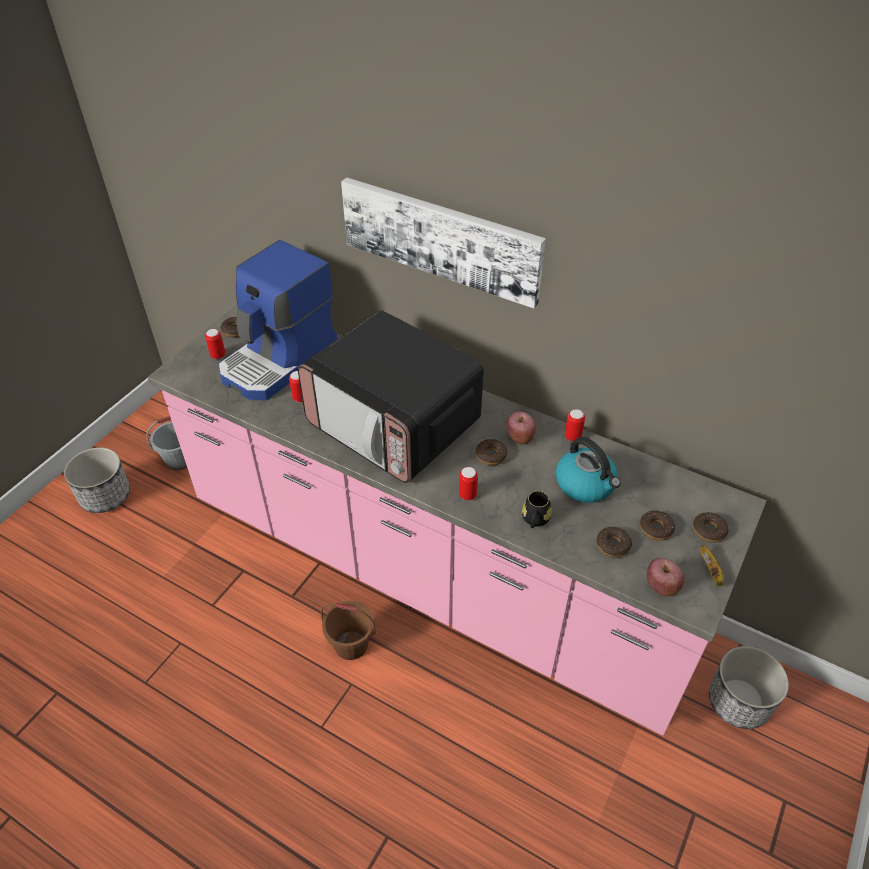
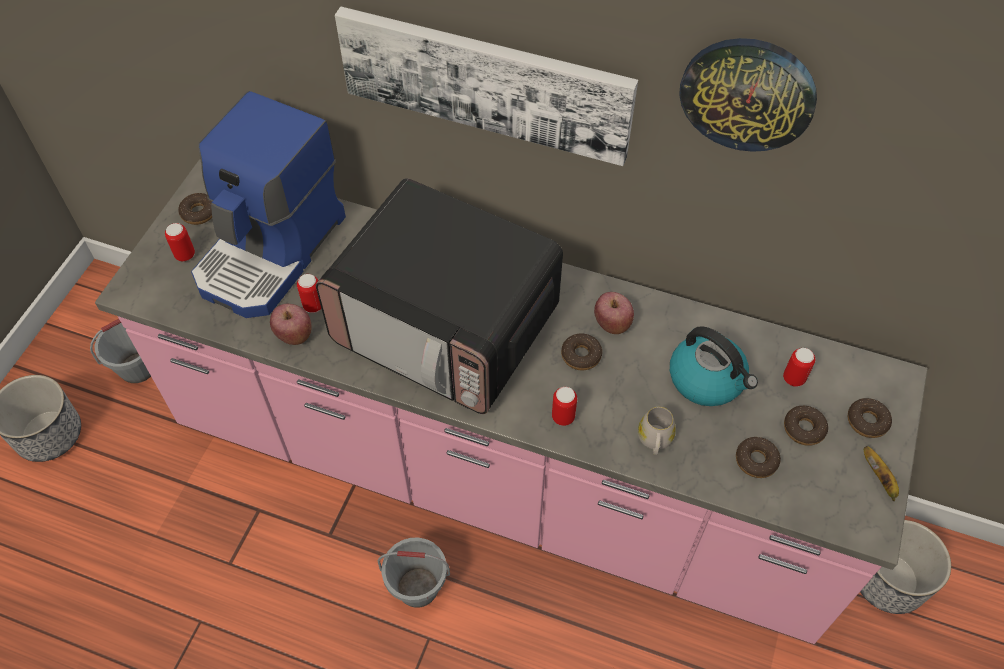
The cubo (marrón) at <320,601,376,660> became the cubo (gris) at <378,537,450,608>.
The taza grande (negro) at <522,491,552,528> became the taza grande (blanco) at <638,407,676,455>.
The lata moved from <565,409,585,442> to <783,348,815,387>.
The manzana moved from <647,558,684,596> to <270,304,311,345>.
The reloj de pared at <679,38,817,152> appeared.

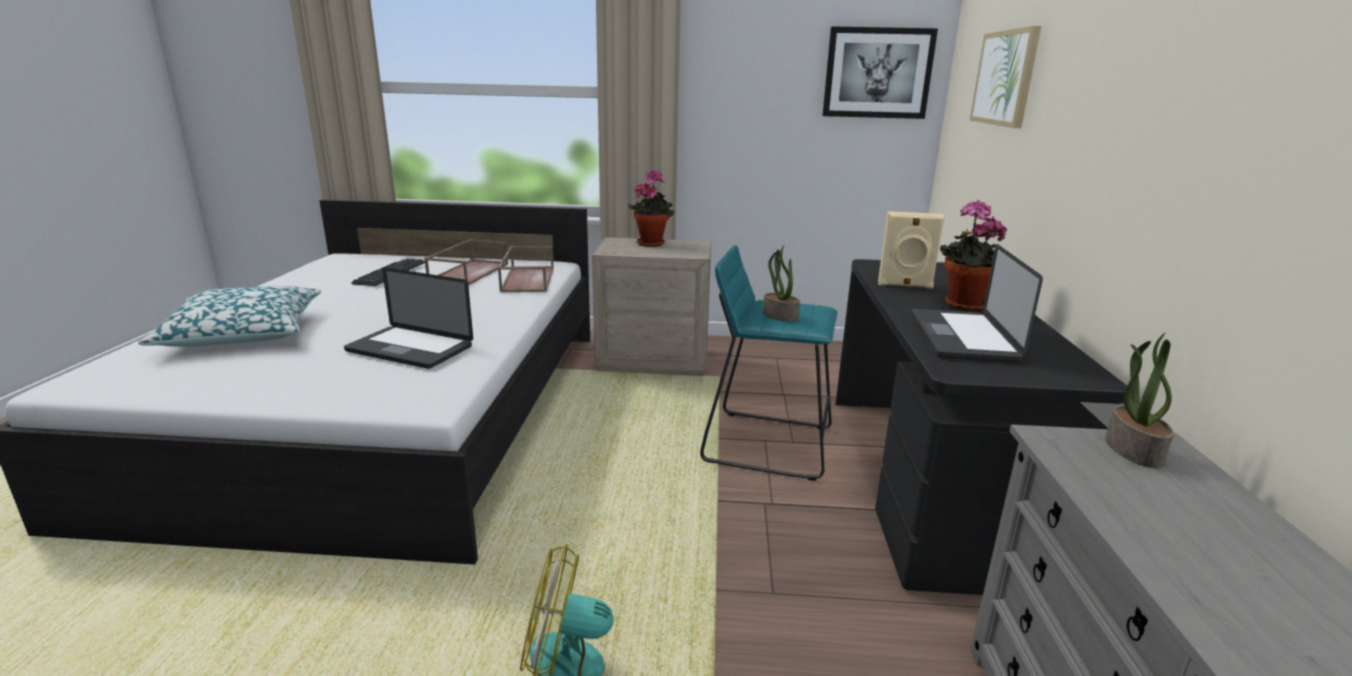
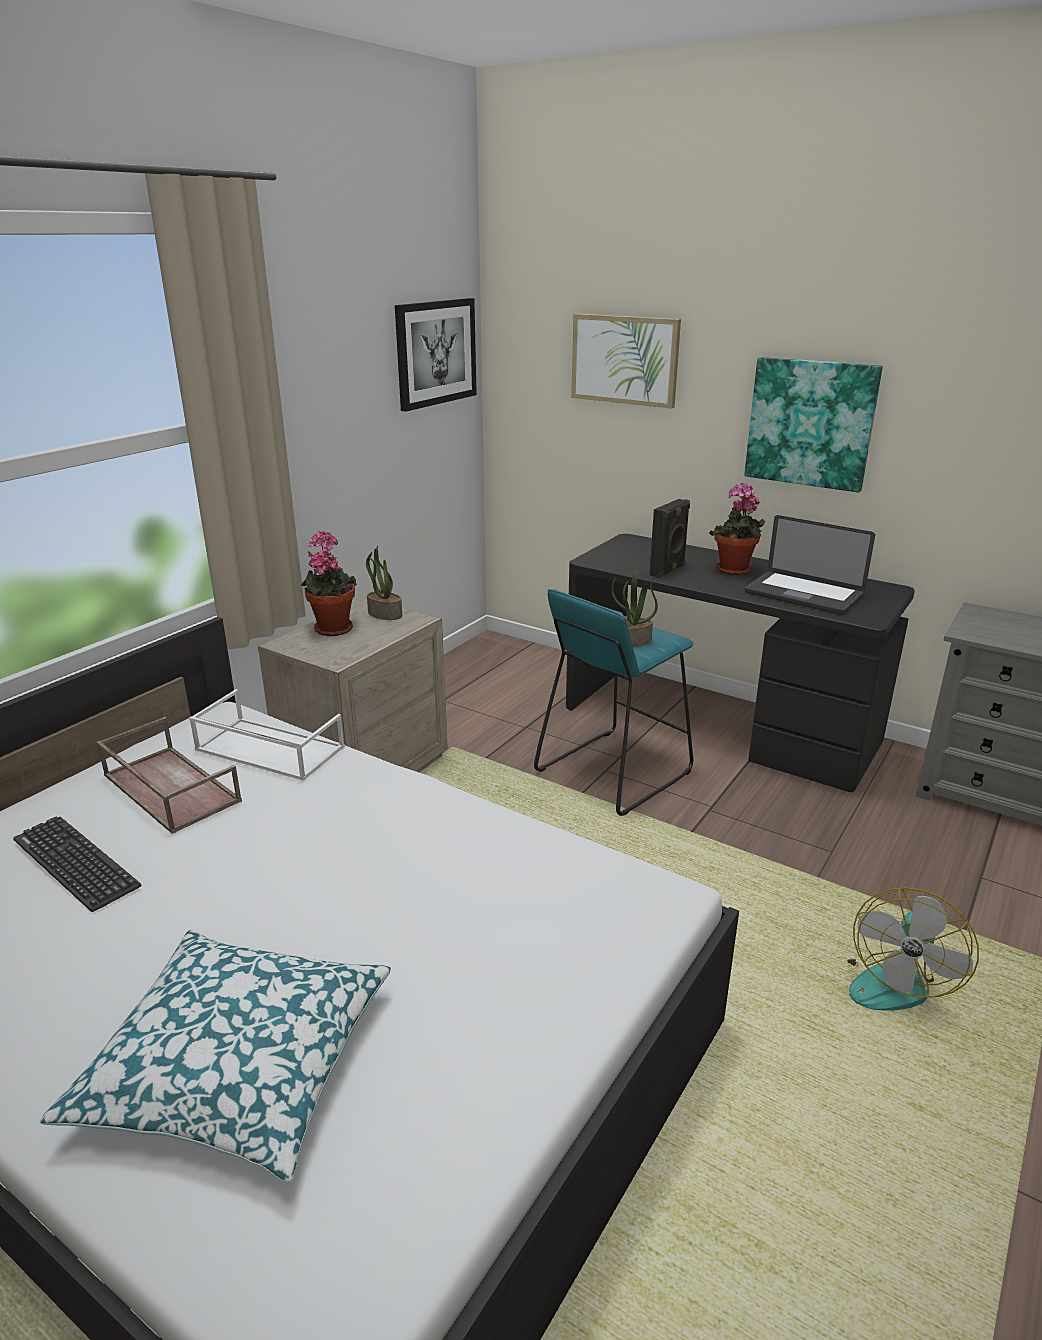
The portátil at <344,267,473,369> disappeared.
The bandeja (marrón) at <498,246,554,292> became the bandeja (blanco) at <189,689,345,781>.
The altavoz (beis) at <878,211,945,289> became the altavoz (negro) at <649,499,690,579>.
The planta en maceta moved from <1105,333,1174,468> to <366,546,402,620>.
The cuadro at <744,357,883,493> appeared.

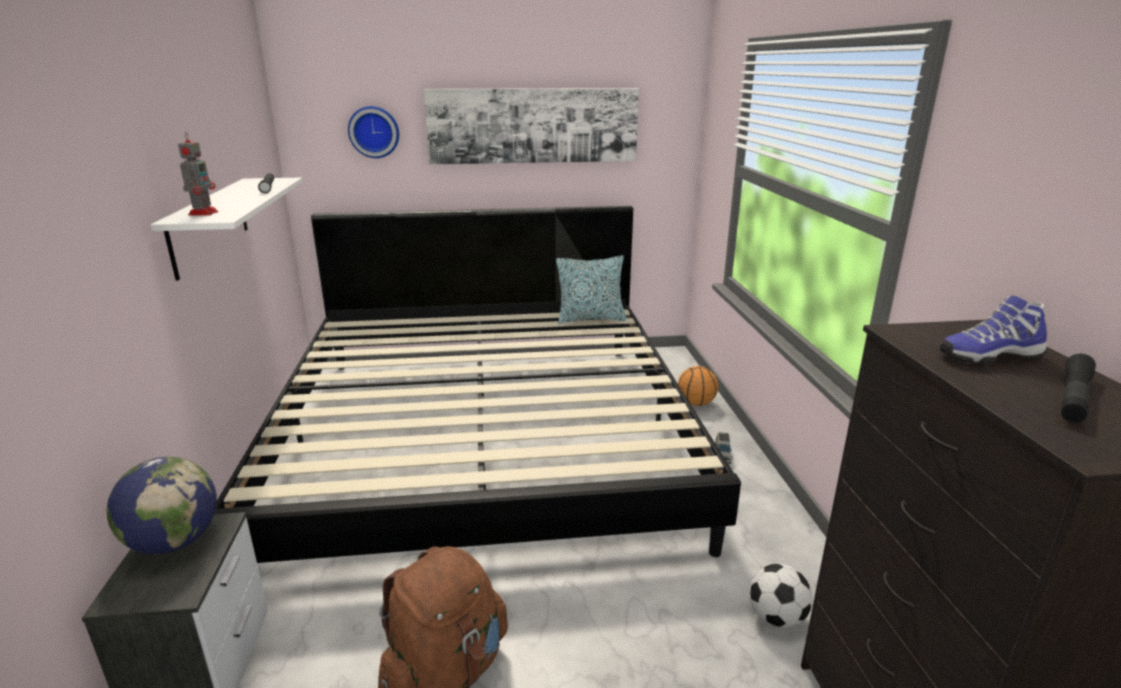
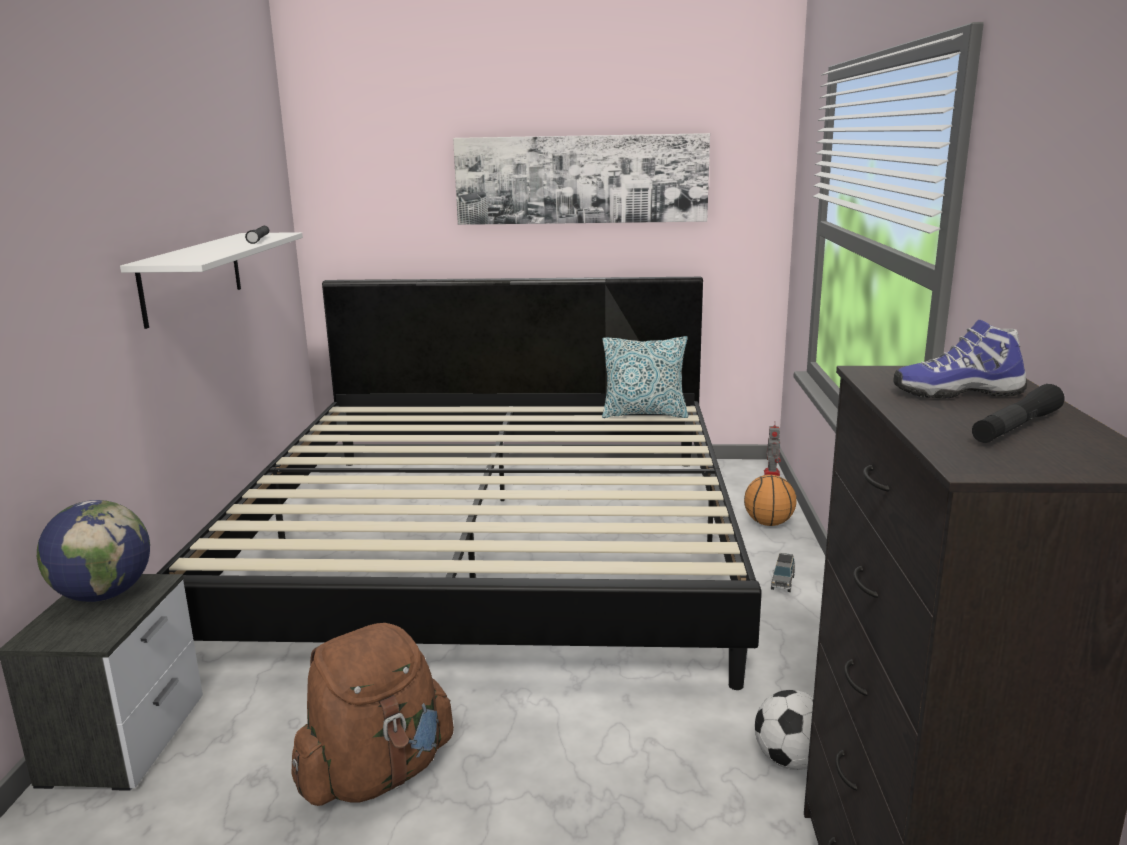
The robot de juguete moved from <178,132,218,216> to <764,425,781,476>.
The reloj de pared at <348,106,399,158> disappeared.

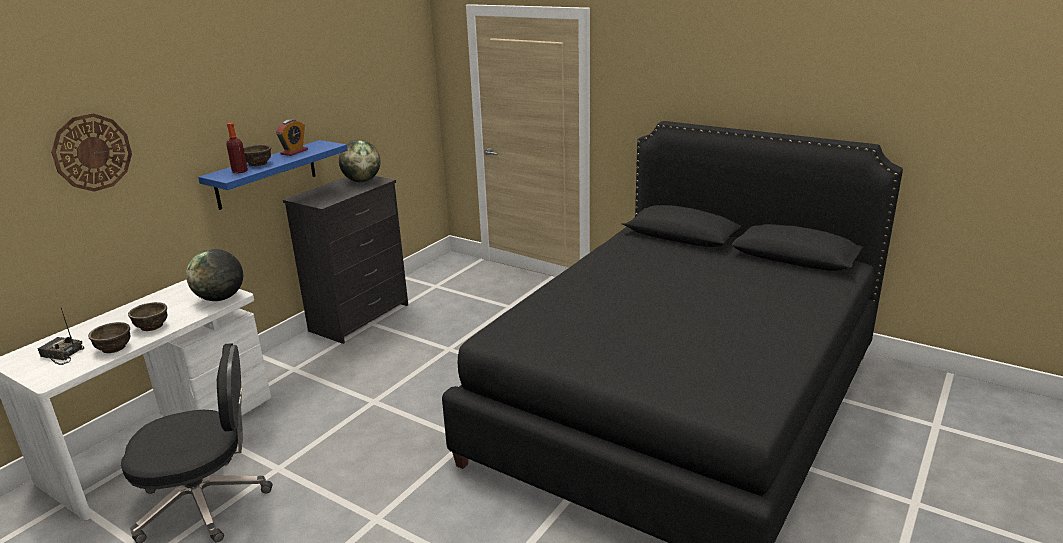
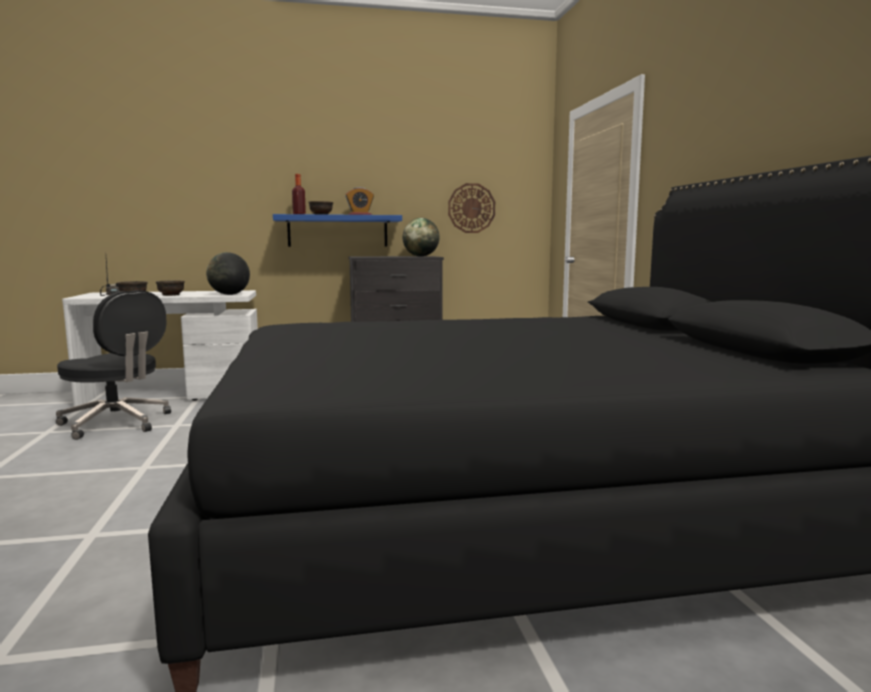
The reloj de pared moved from <51,113,132,192> to <448,183,495,233>.

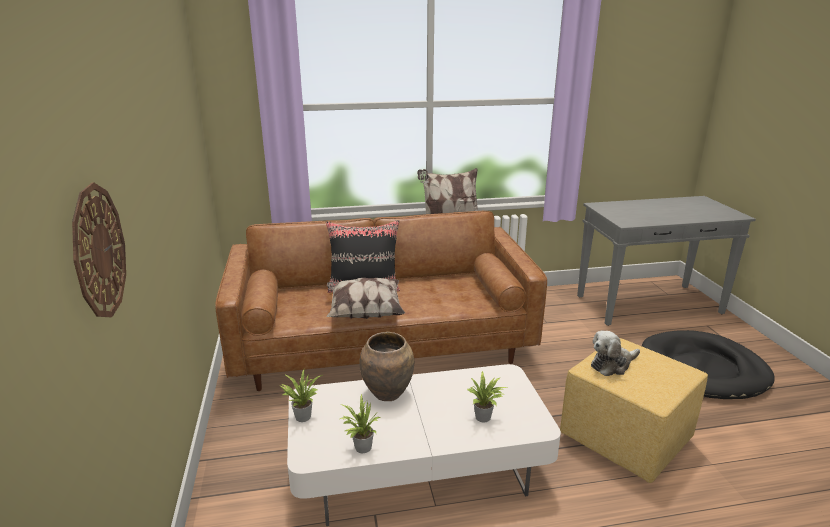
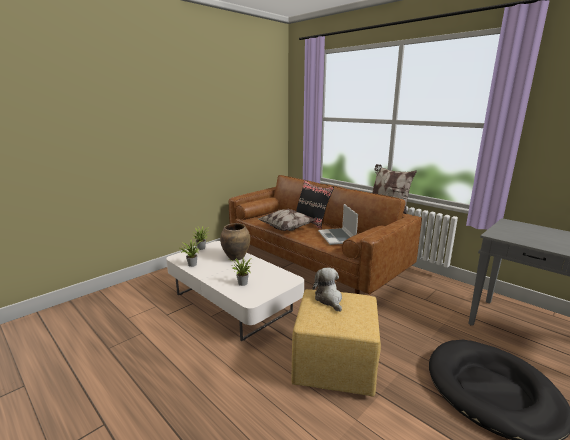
The reloj de pared at <72,182,126,317> disappeared.
The peluche at <591,331,640,376> turned 45 degrees clockwise.
The portátil at <318,204,358,245> appeared.

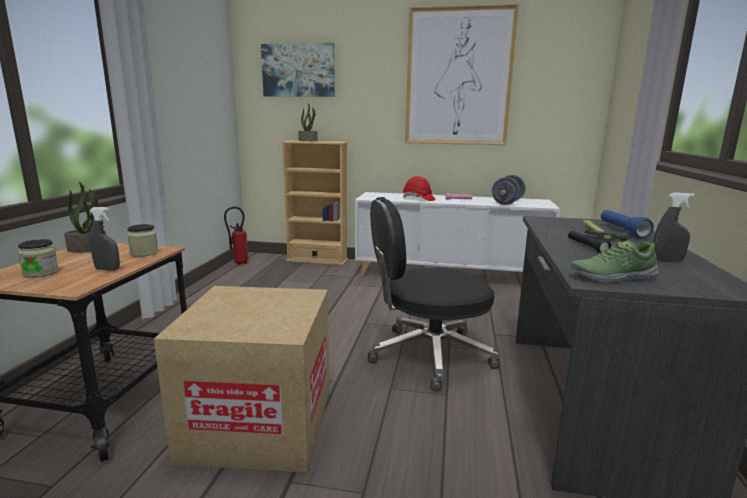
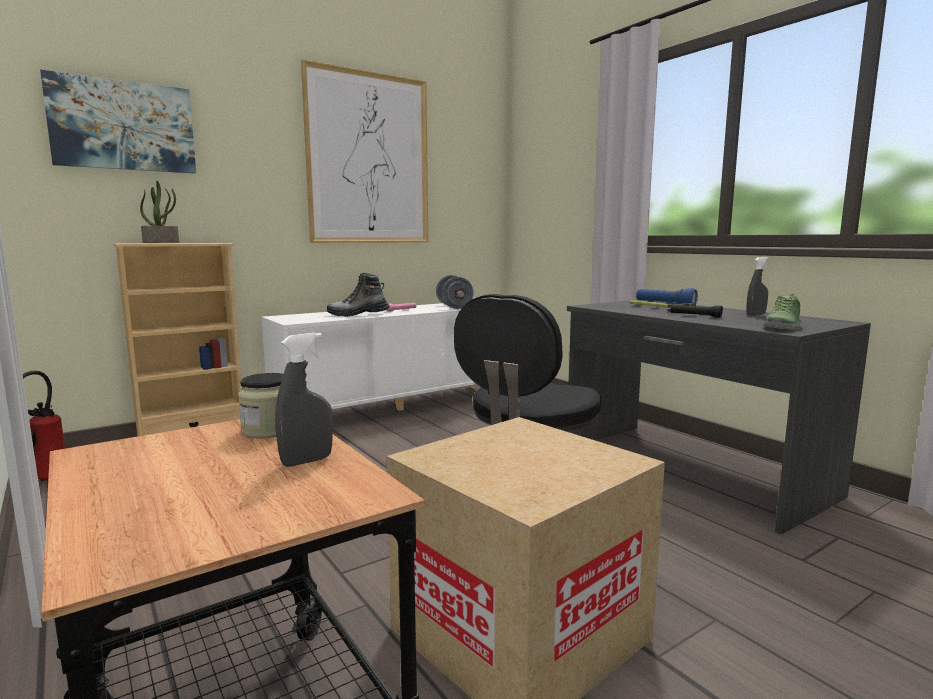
The tarro at <18,239,59,278> disappeared.
The planta en maceta at <64,182,106,253> disappeared.
The casco (rojo) at <403,176,435,201> was replaced by the bota at <327,273,389,317>.

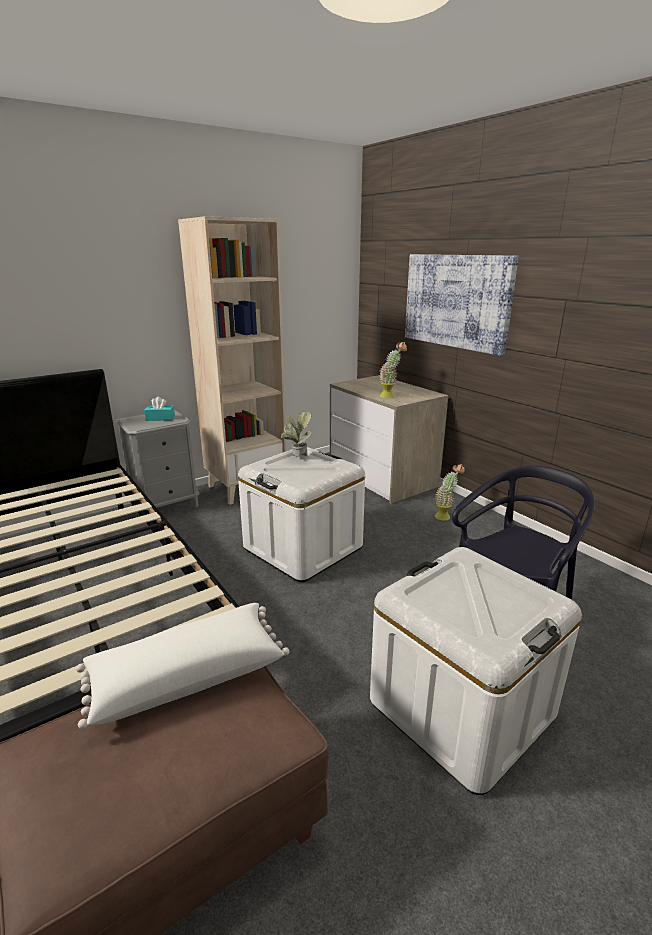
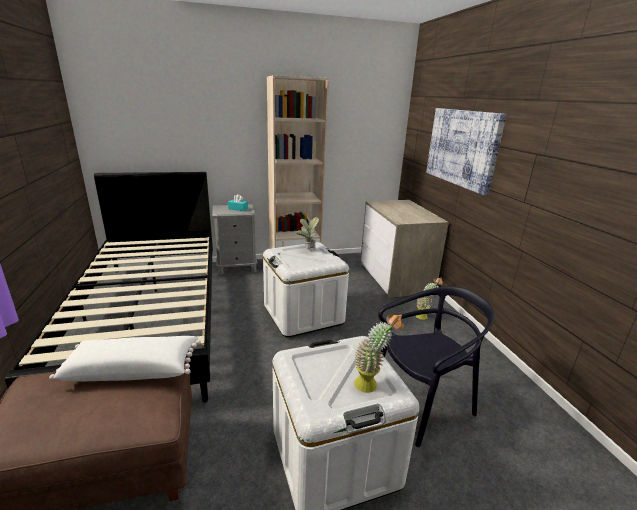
The planta en maceta moved from <379,342,407,398> to <354,314,404,393>.

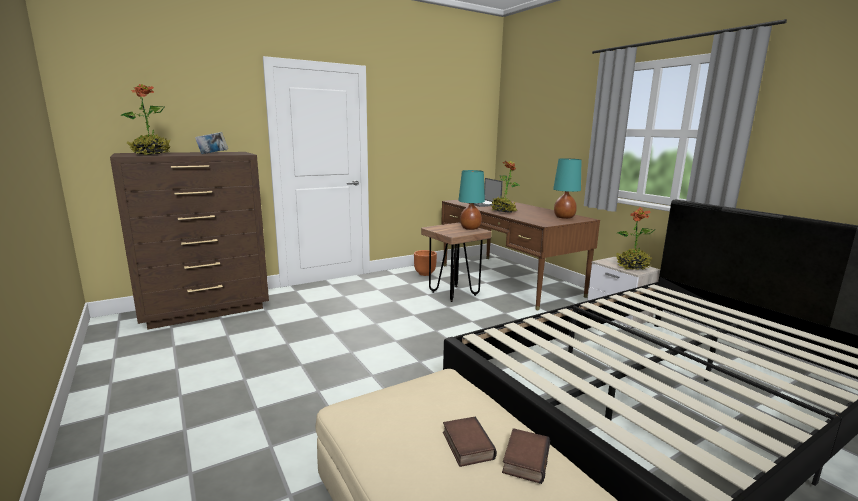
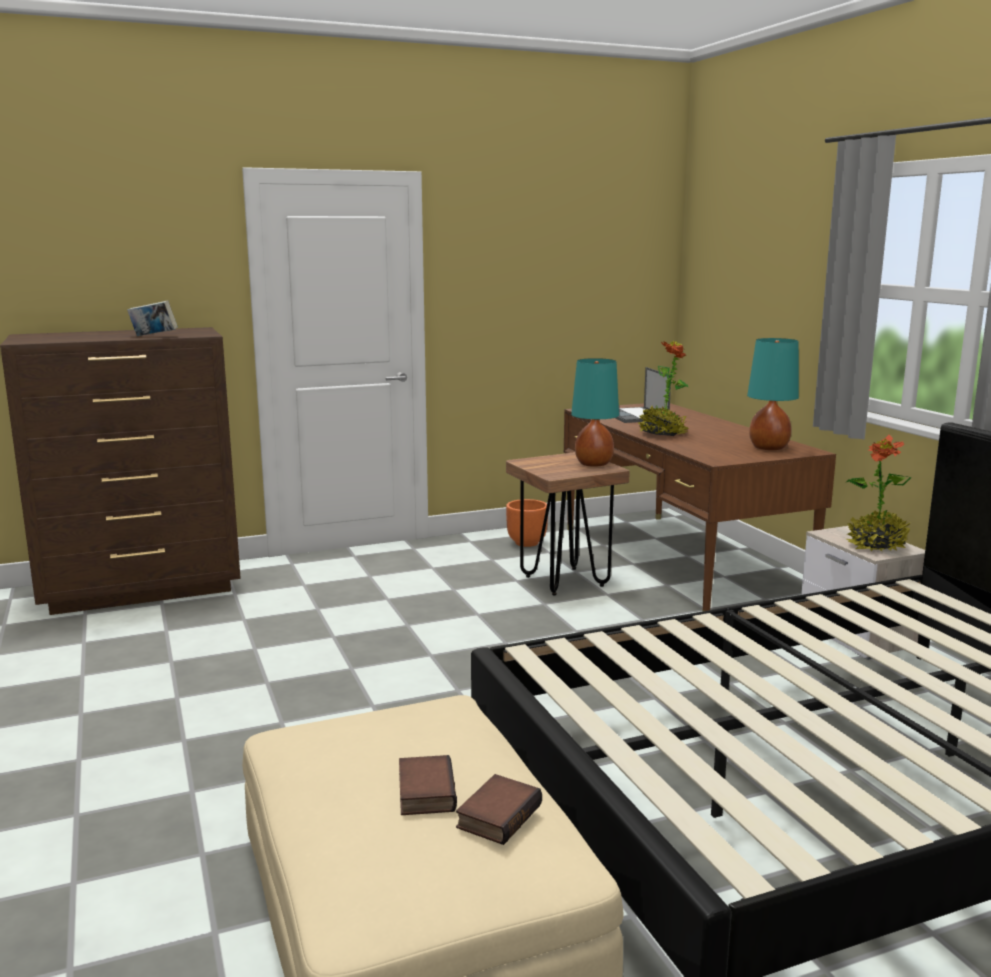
The planta en maceta at <121,84,171,155> disappeared.

